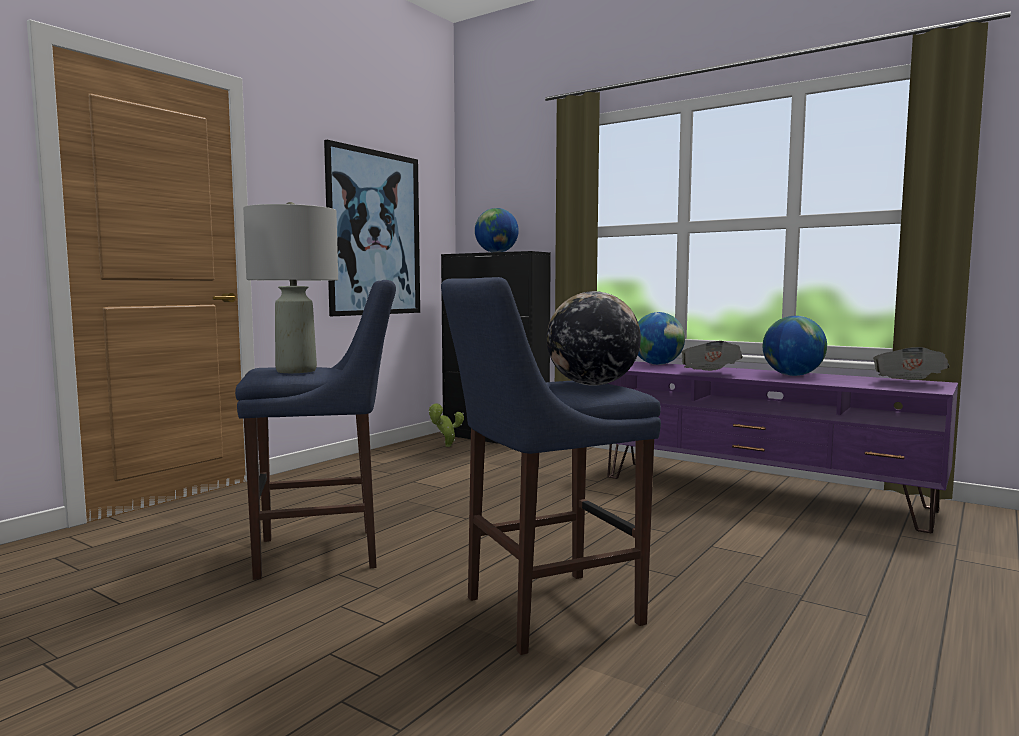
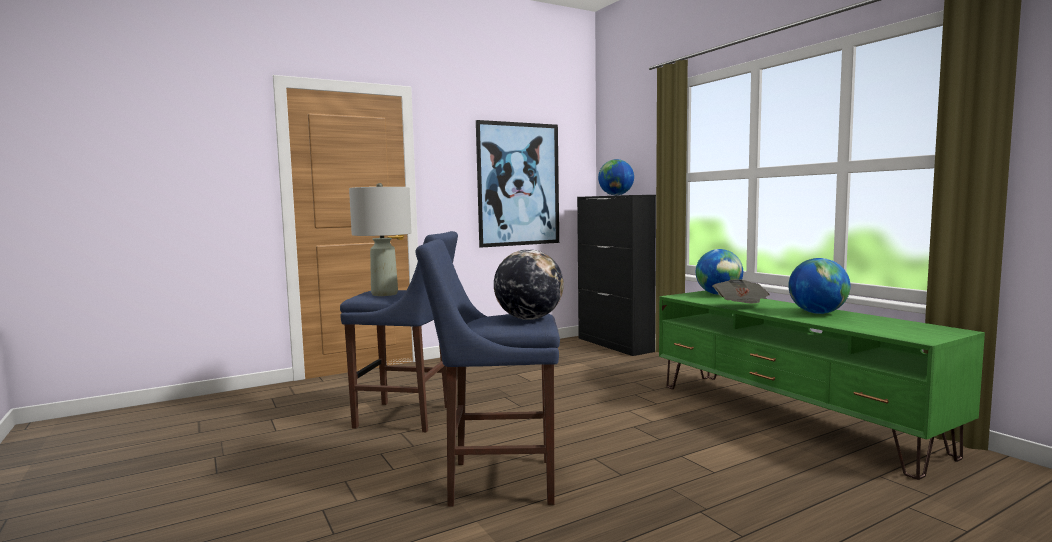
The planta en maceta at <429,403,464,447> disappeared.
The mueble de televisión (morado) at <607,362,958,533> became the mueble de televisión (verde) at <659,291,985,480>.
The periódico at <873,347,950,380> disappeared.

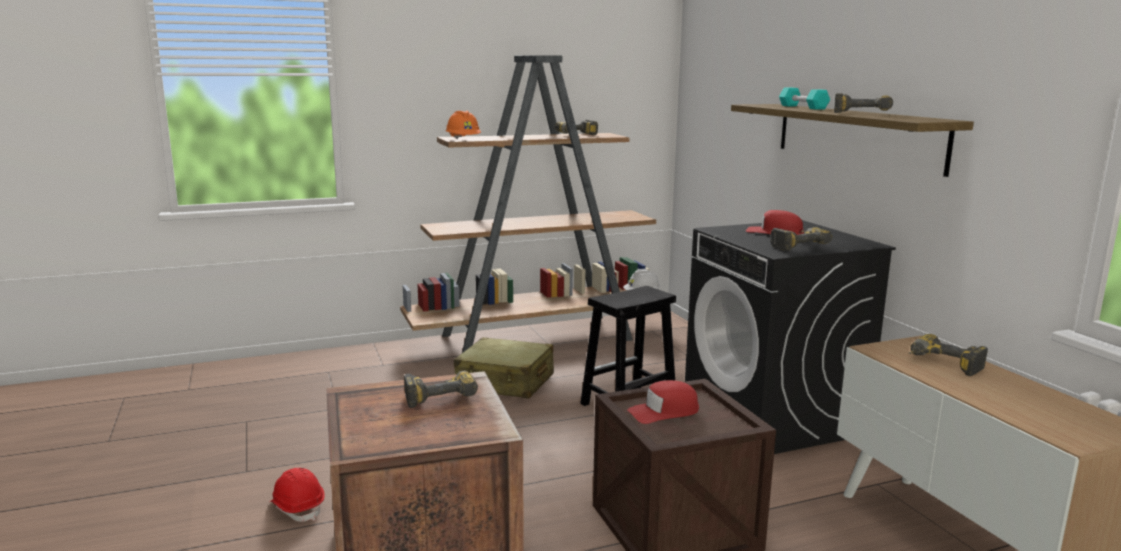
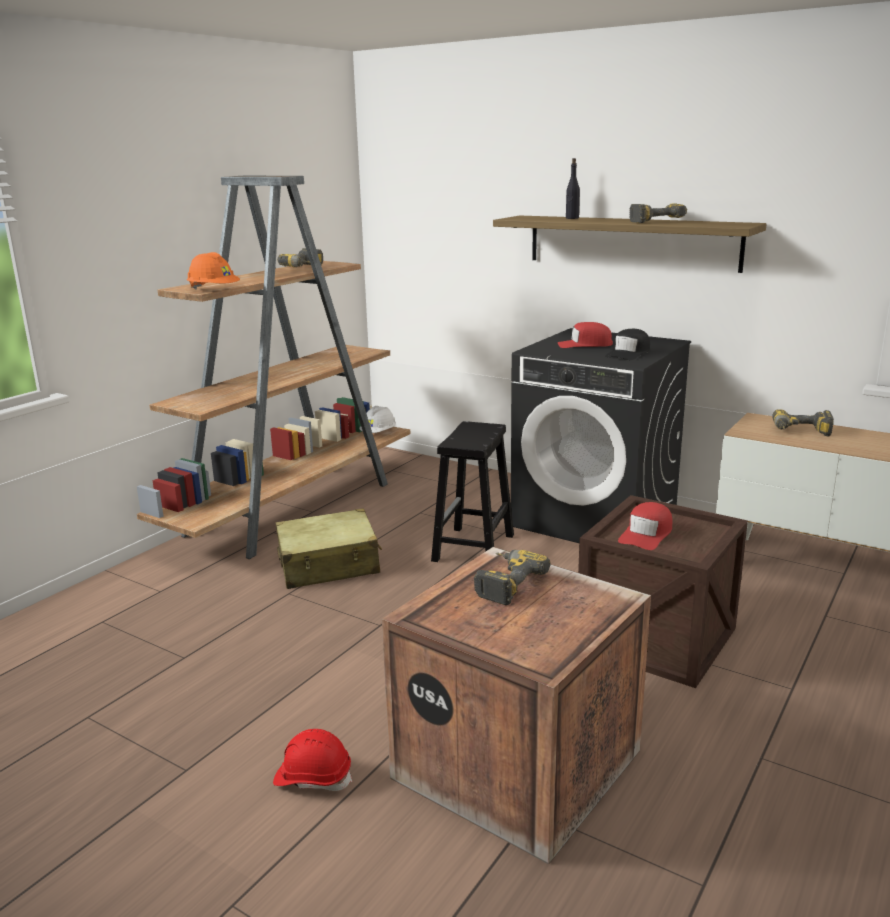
The taladro at <770,227,833,251> was replaced by the gorra (negro) at <605,329,650,360>.
The mancuerna (turquesa) at <779,88,830,110> was replaced by the botella (negro) at <566,158,580,219>.

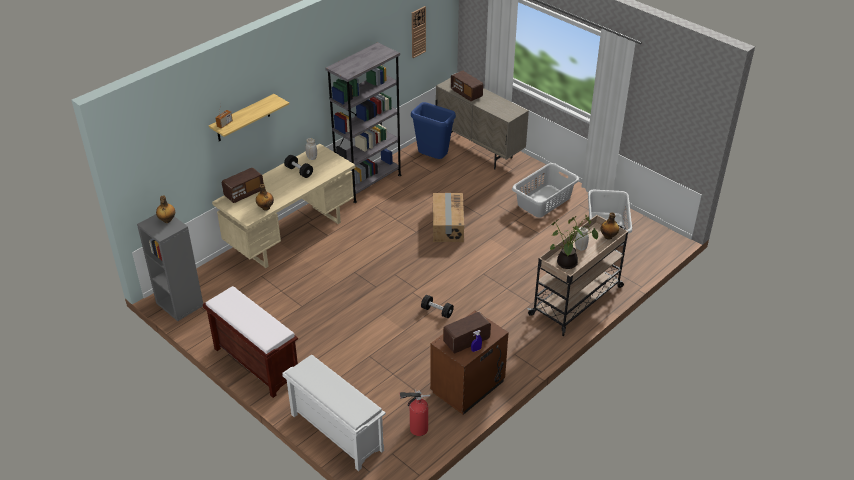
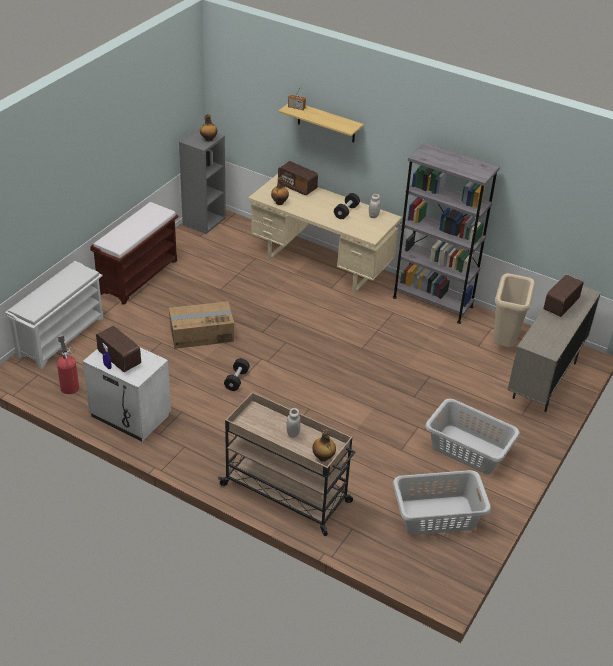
The papelera (azul) at <411,102,456,159> became the papelera (beis) at <494,273,535,347>.
The reloj de pared at <412,6,426,58> disappeared.
The mesita de noche (marrón) at <430,311,509,415> became the mesita de noche (blanco) at <83,348,171,441>.
The caja de cartón moved from <433,193,464,242> to <169,301,234,349>.
The planta en maceta at <550,214,598,269> disappeared.

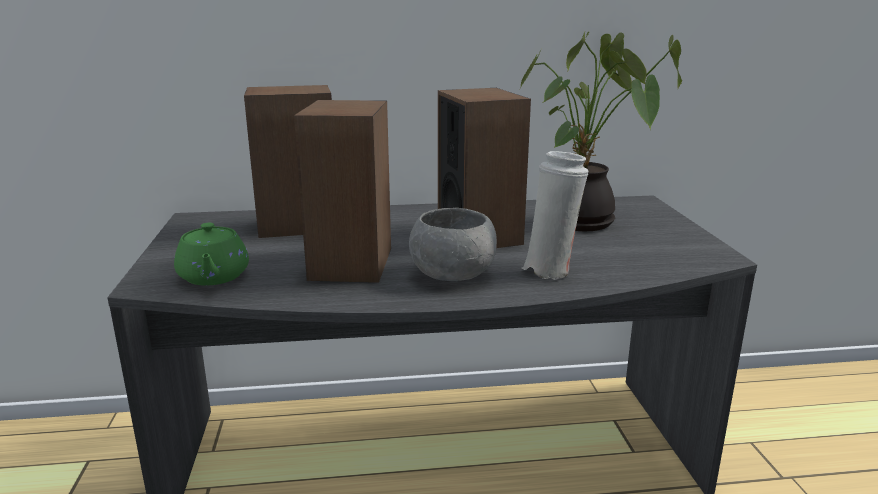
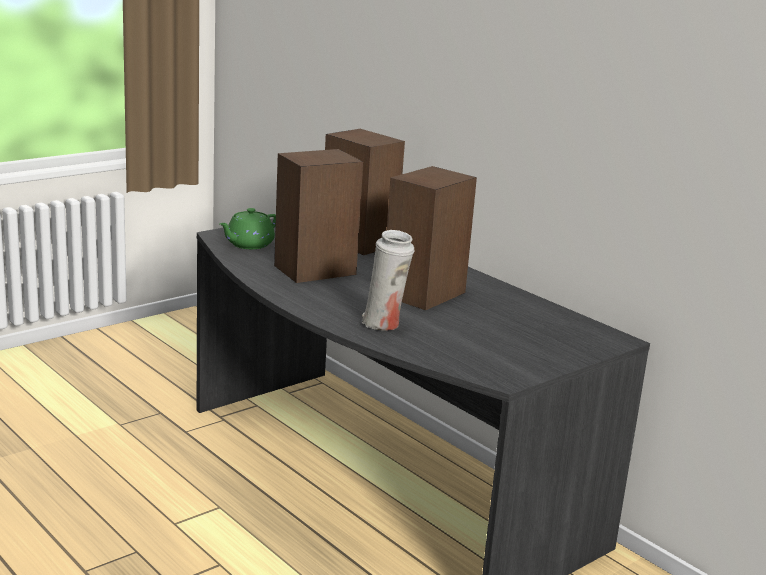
The cuenco (gris) at <409,208,497,281> disappeared.
The planta en maceta at <521,32,682,231> disappeared.

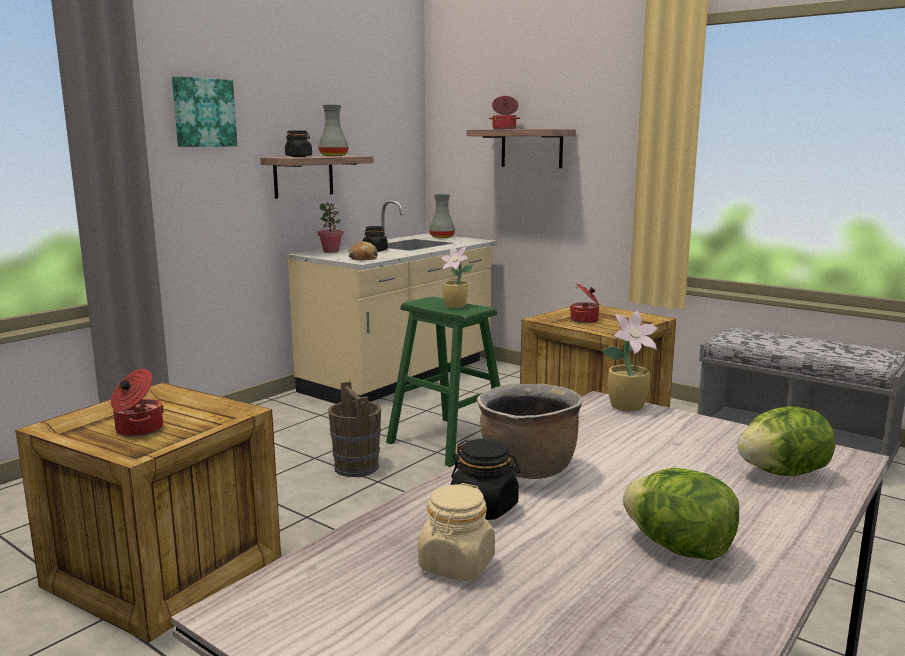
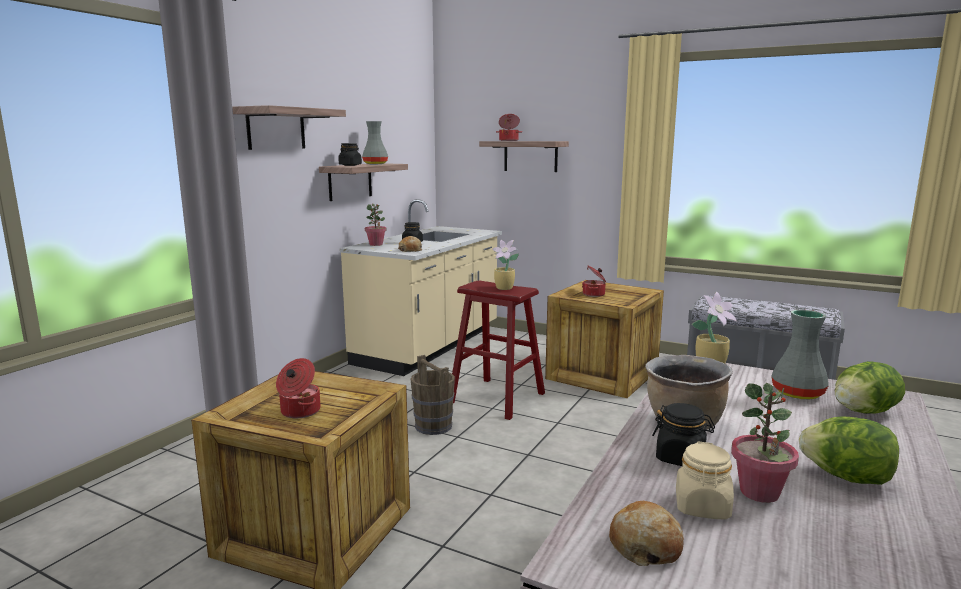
The cuadro at <172,76,237,147> was replaced by the estante at <232,105,346,150>.
The taburete (verde) at <386,297,500,467> became the taburete (rojo) at <452,280,545,420>.
The florero (gris) moved from <429,194,455,238> to <771,310,829,399>.
The pan at <609,501,684,566> appeared.
The planta en maceta at <731,383,799,503> appeared.

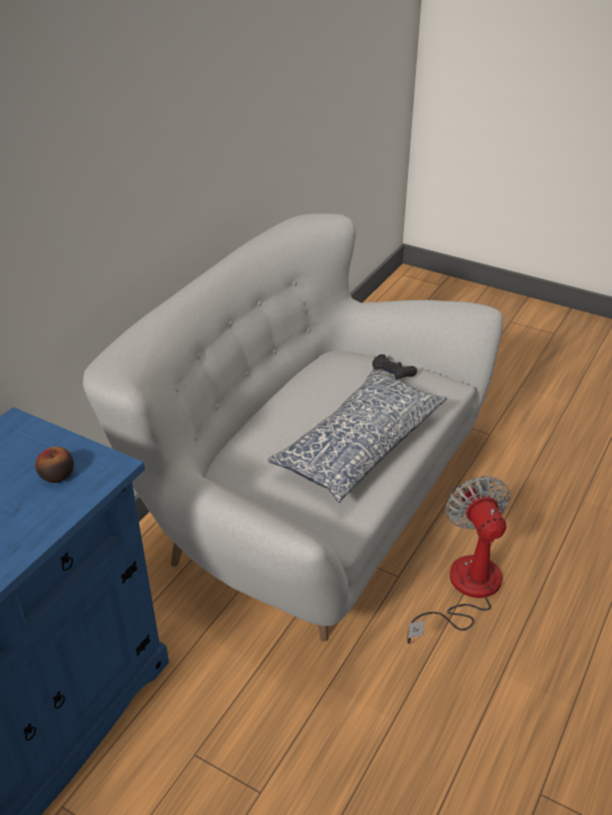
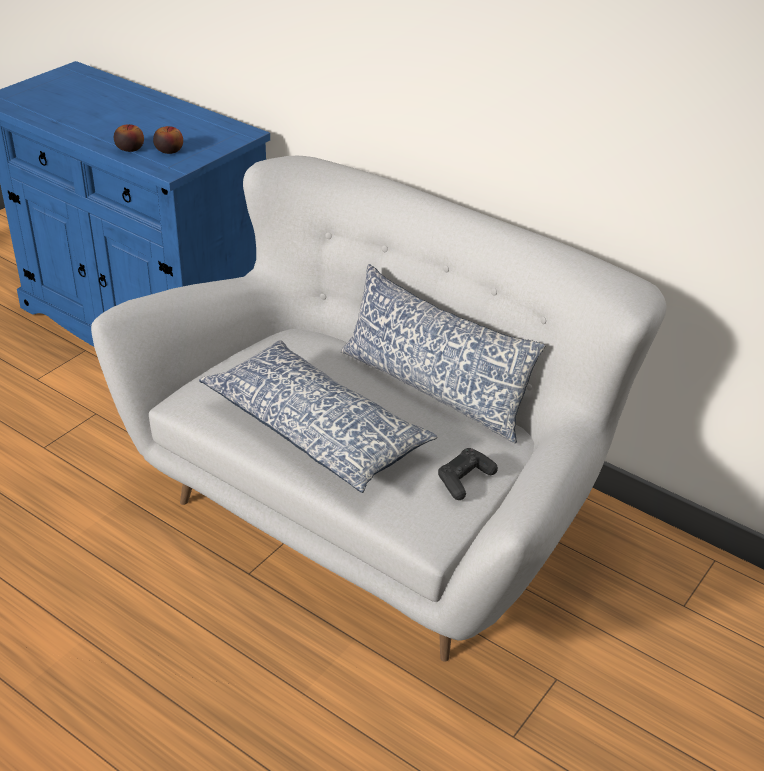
The ventilador at <407,476,510,644> disappeared.
The manzana at <114,124,144,152> appeared.
The cojín at <341,264,546,443> appeared.

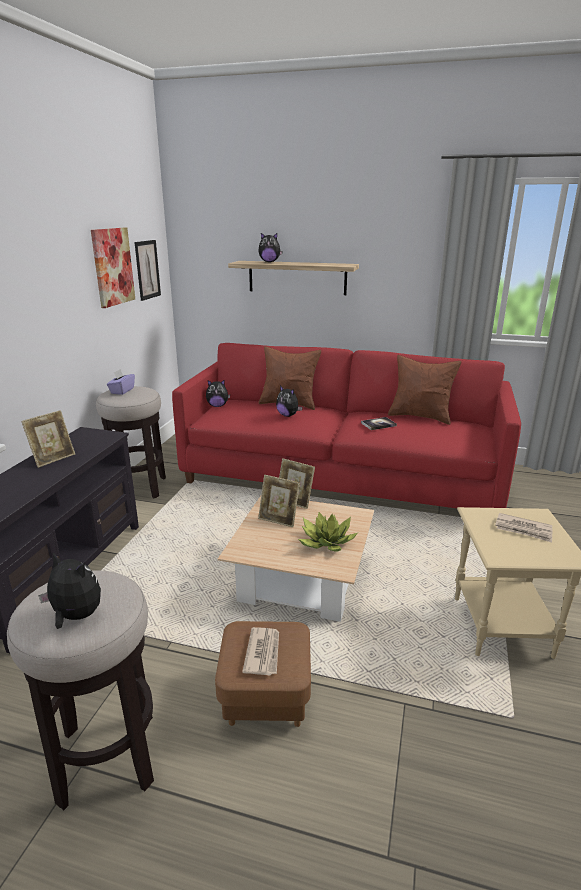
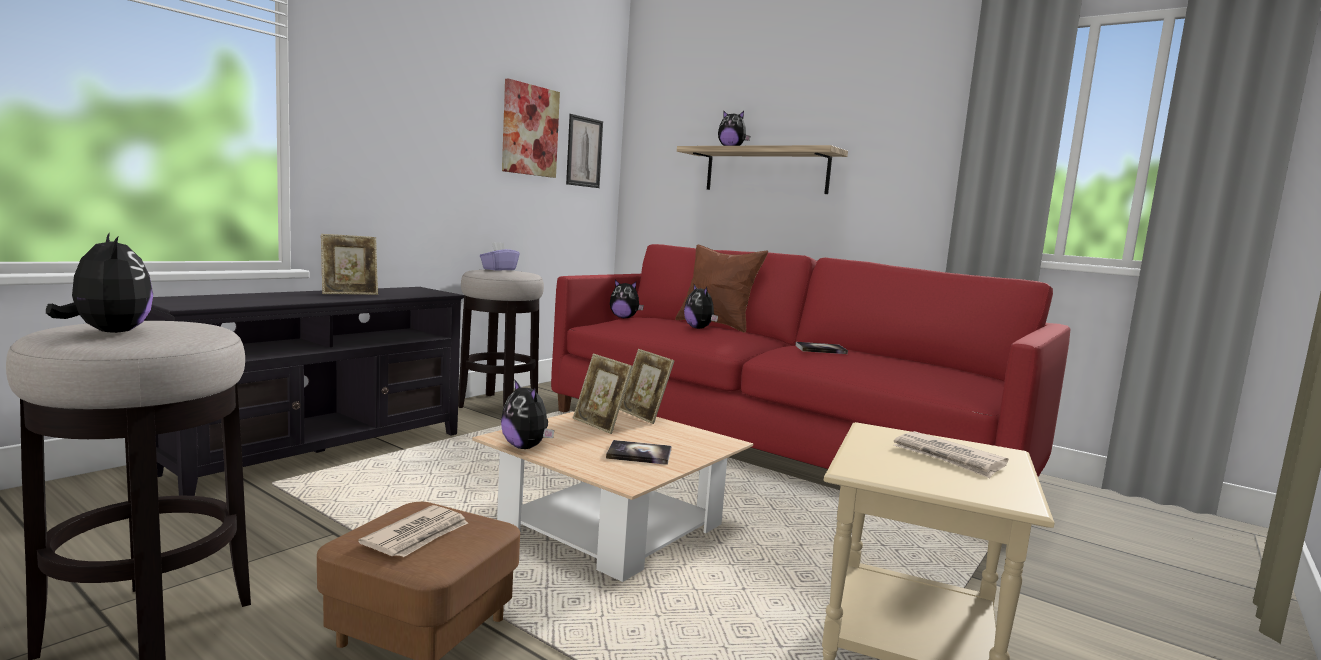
The planta en maceta at <298,512,358,552> was replaced by the libro at <606,440,671,465>.
The cojín (marrón) at <388,355,461,425> disappeared.
The peluche at <501,379,554,449> appeared.

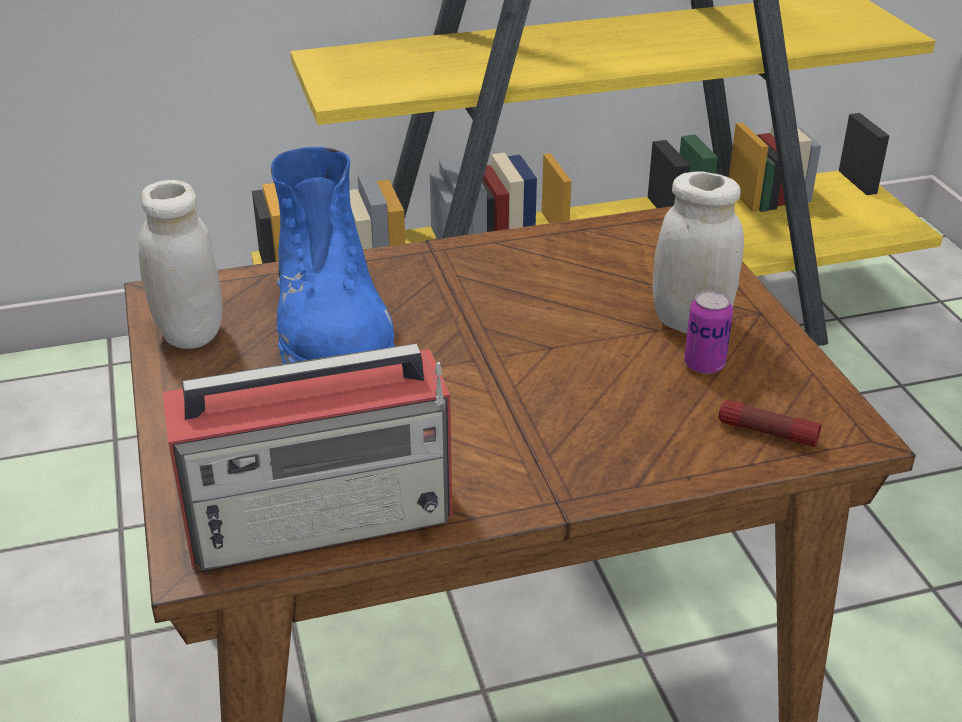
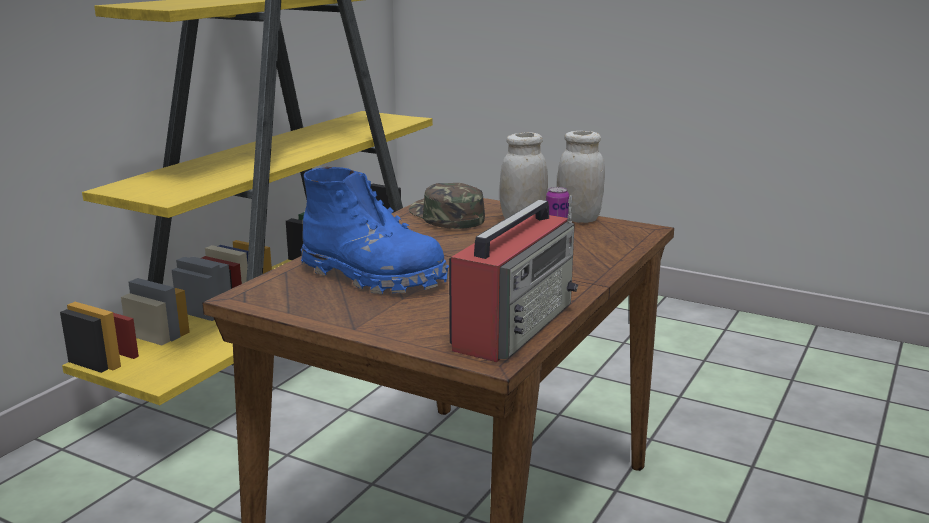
The tarro (blanco) moved from <138,180,223,349> to <557,131,605,223>.
The linterna at <718,400,821,447> disappeared.
The gorra (verde) at <409,183,485,229> appeared.

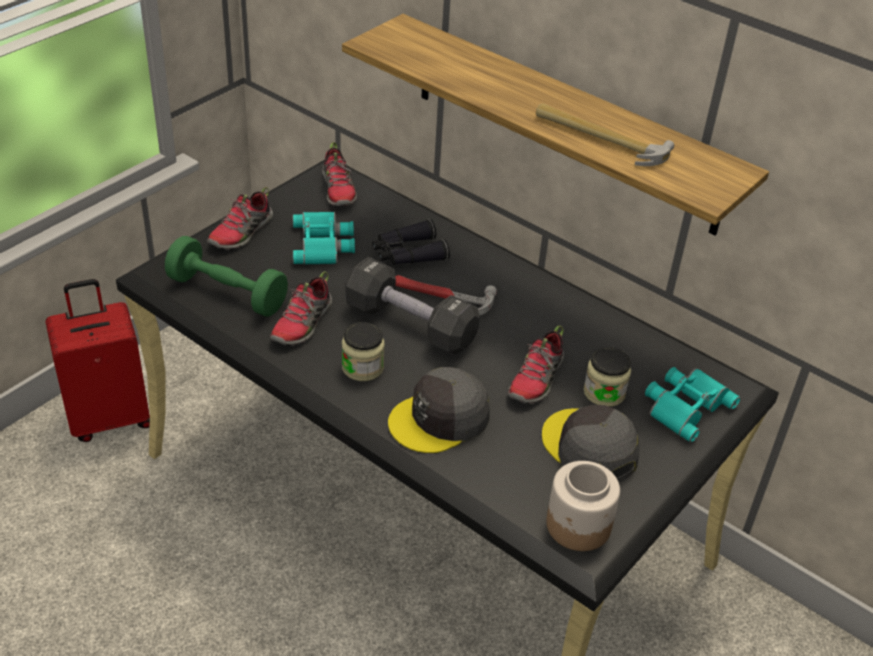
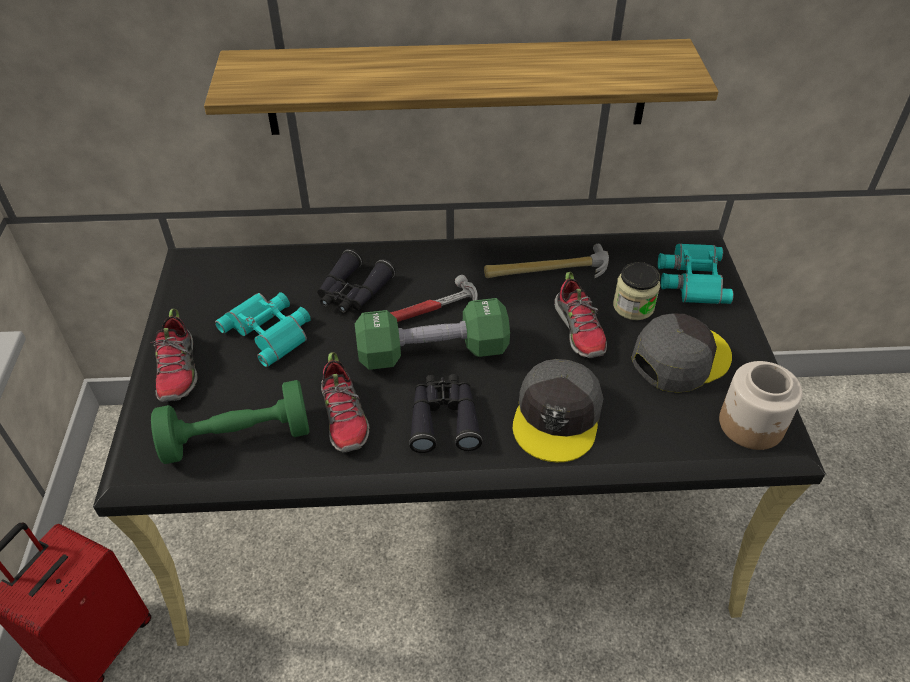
The zapato at <322,142,357,206> disappeared.
The tarro at <342,322,385,381> was replaced by the prismáticos (negro) at <409,374,482,453>.
The mancuerna (negro) at <345,257,480,355> became the mancuerna (verde) at <355,298,510,370>.
The martillo moved from <536,103,674,166> to <484,244,609,278>.
The gorra (gris) at <542,405,639,482> turned 135 degrees clockwise.

